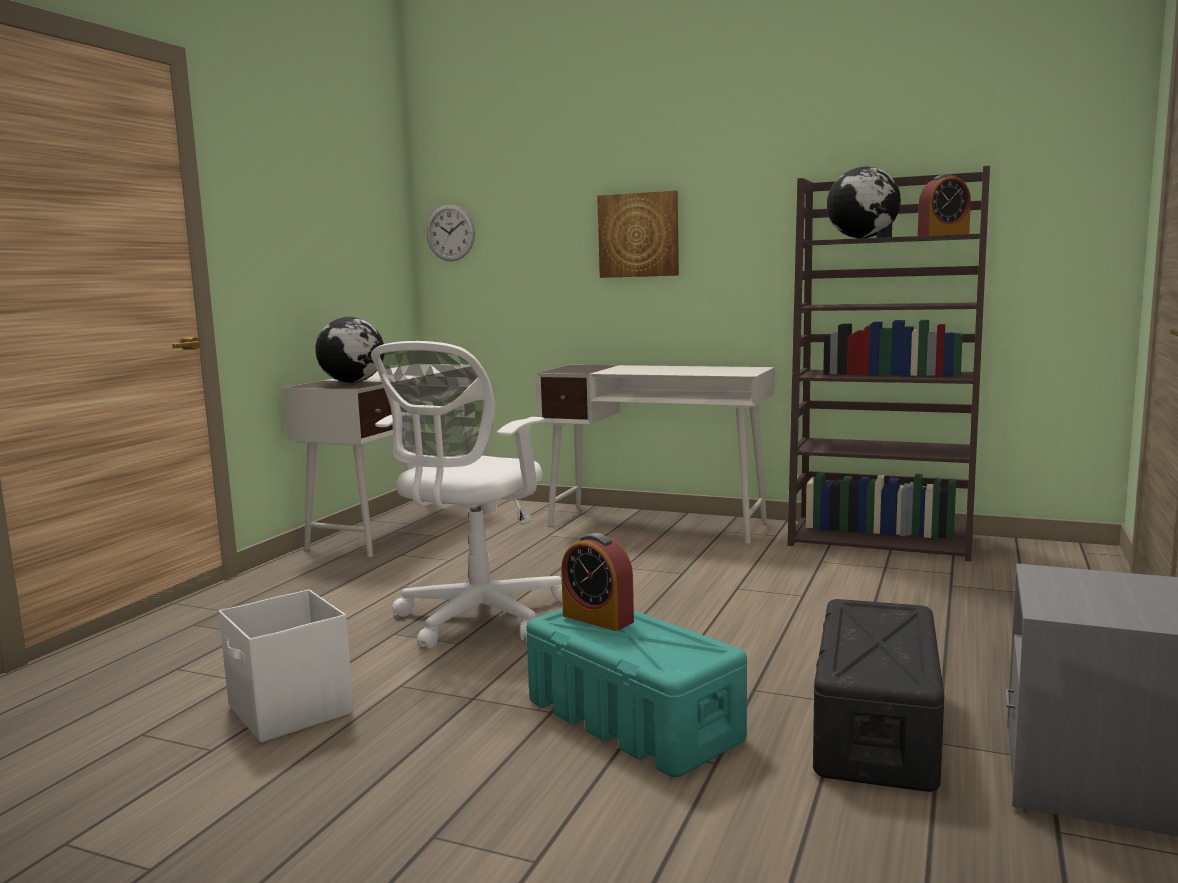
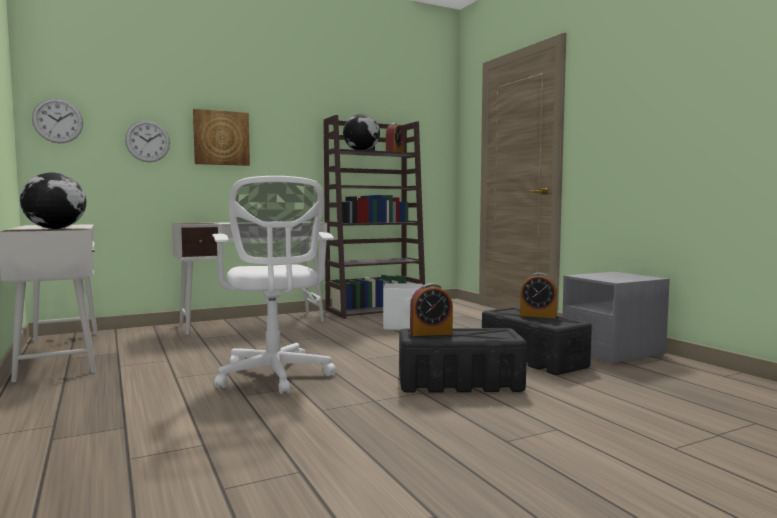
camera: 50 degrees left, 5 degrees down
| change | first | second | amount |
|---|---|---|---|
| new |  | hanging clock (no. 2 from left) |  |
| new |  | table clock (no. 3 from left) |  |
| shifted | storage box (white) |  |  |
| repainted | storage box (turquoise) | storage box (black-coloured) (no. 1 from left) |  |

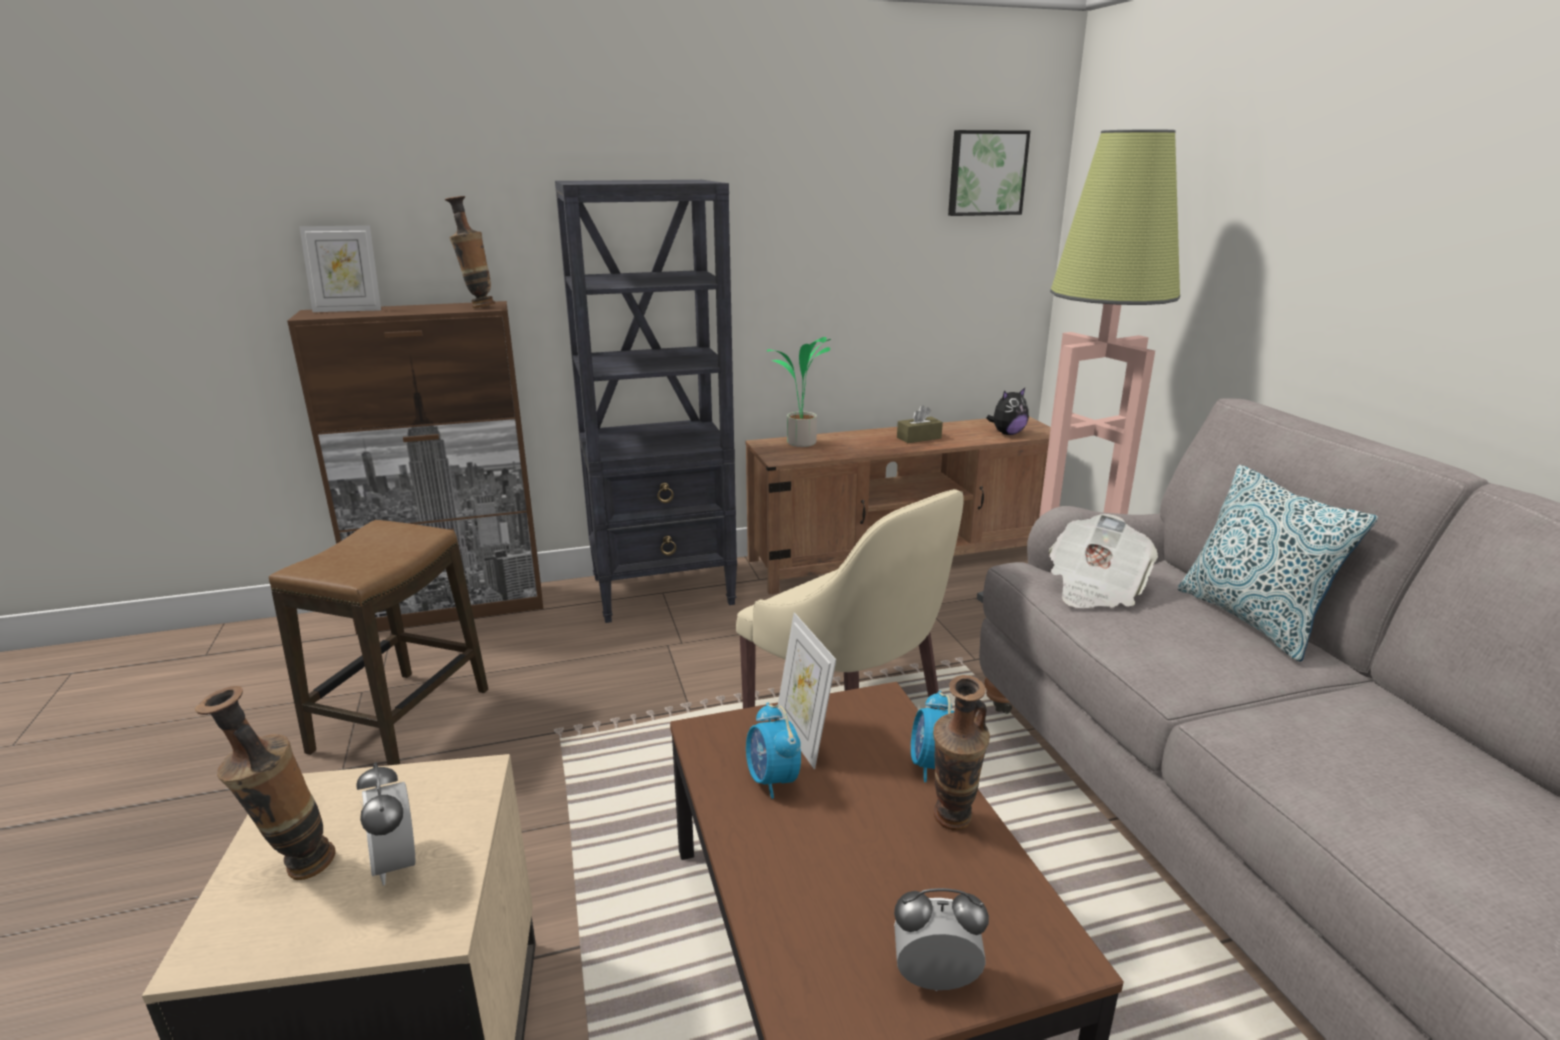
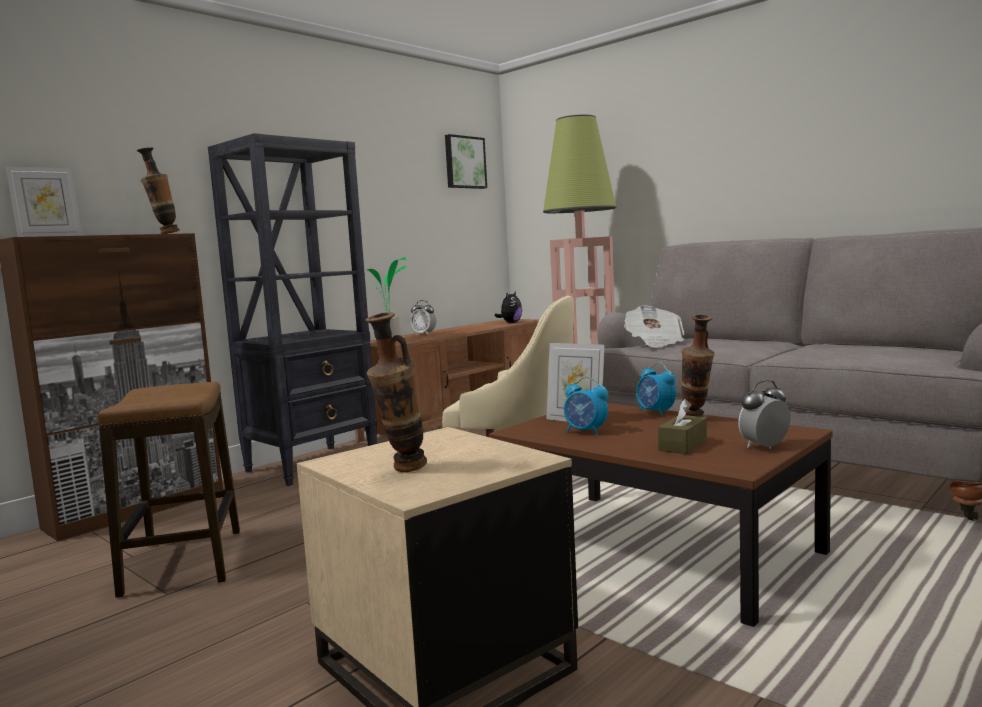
camera: 30 degrees left, 15 degrees down
| change | first | second | amount |
|---|---|---|---|
| gone | throw pillow |  |  |
| shifted | table clock (no. 1 from left) |  |  |
| shifted | box of tissues (brownish) |  |  |

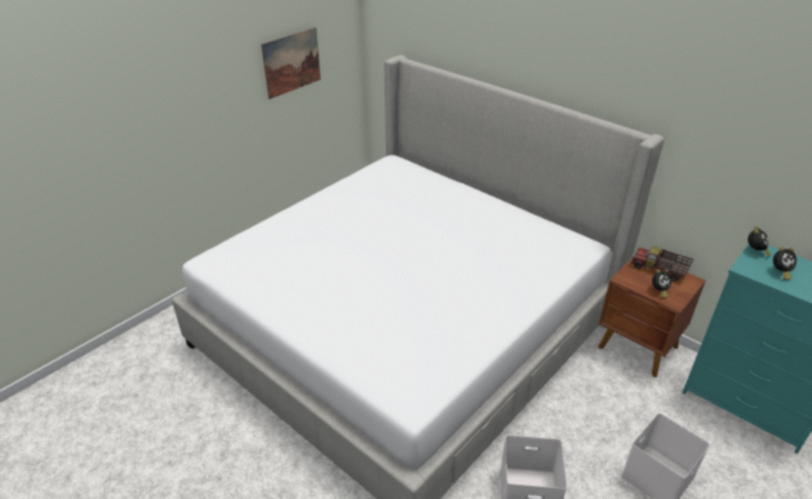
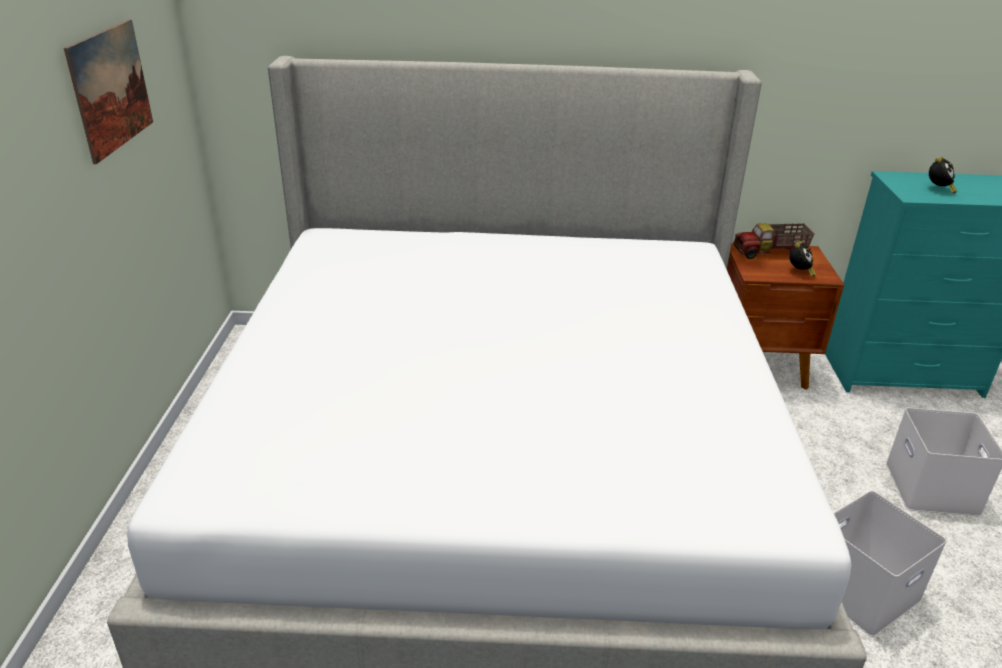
camera: 40 degrees left, 5 degrees down
| change | first | second | amount |
|---|---|---|---|
| gone | table clock (no. 2 from left) |  |  |

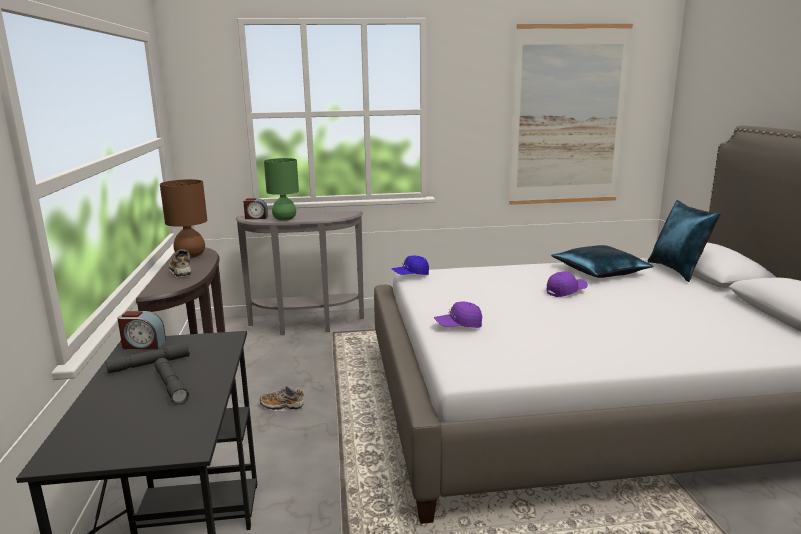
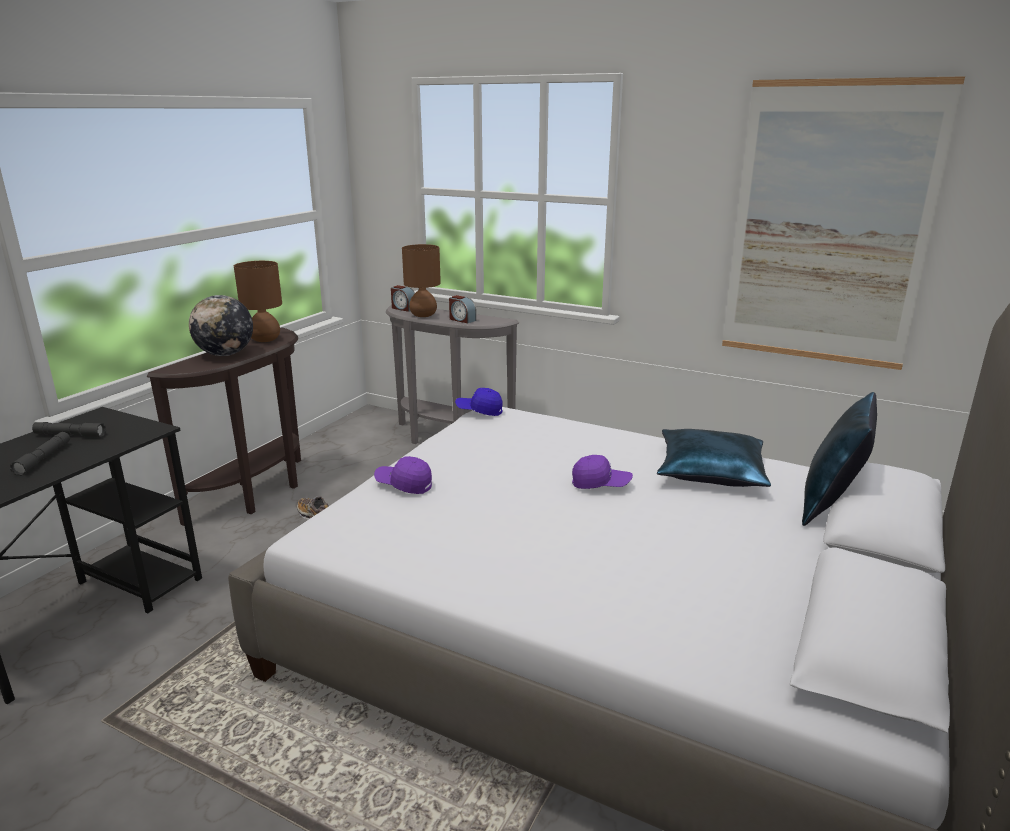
camera: 35 degrees right, 5 degrees up
| change | first | second | amount |
|---|---|---|---|
| shifted | table clock (no. 1 from left in the first image) | table clock (no. 2 from left) |  |
| swapped | shoe (no. 1 from left) | world globe |  |
| repainted | table lamp (green-coloured) | table lamp (brownish) (no. 2 from left) |  |

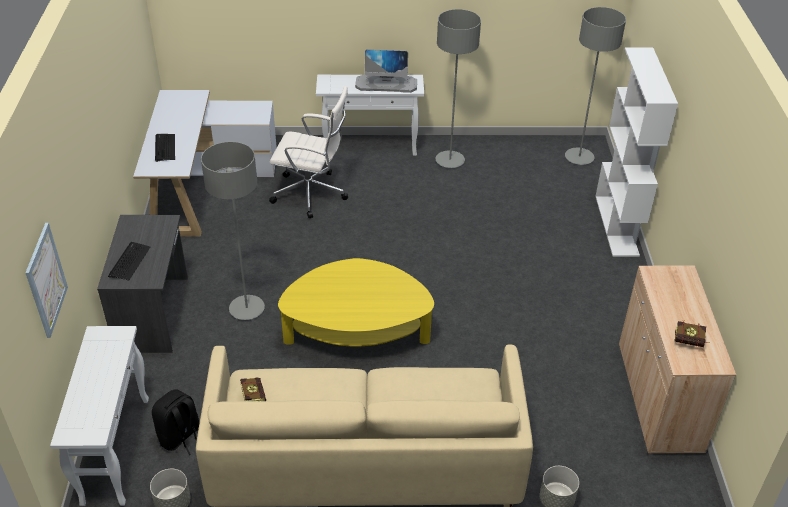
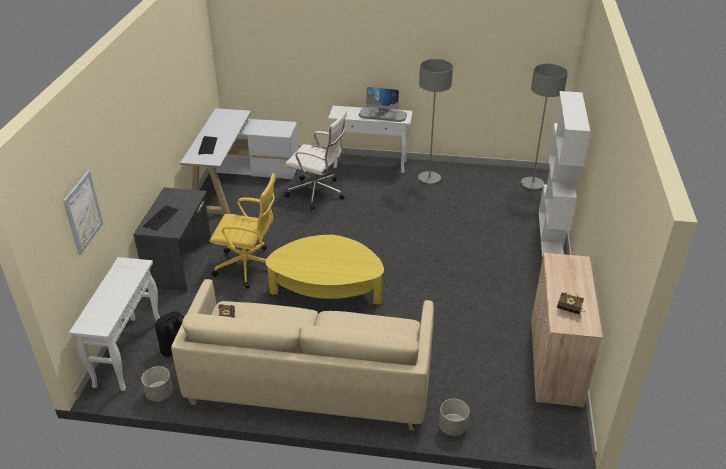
camera: 10 degrees right, 5 degrees down
| change | first | second | amount |
|---|---|---|---|
| swapped | floor lamp (grey) (no. 1 from left) | desk chair (yellowish) |  |

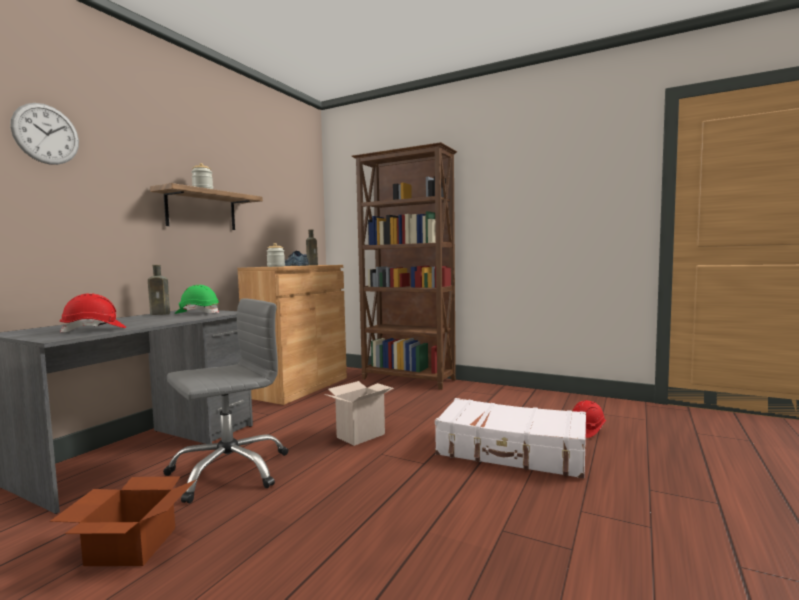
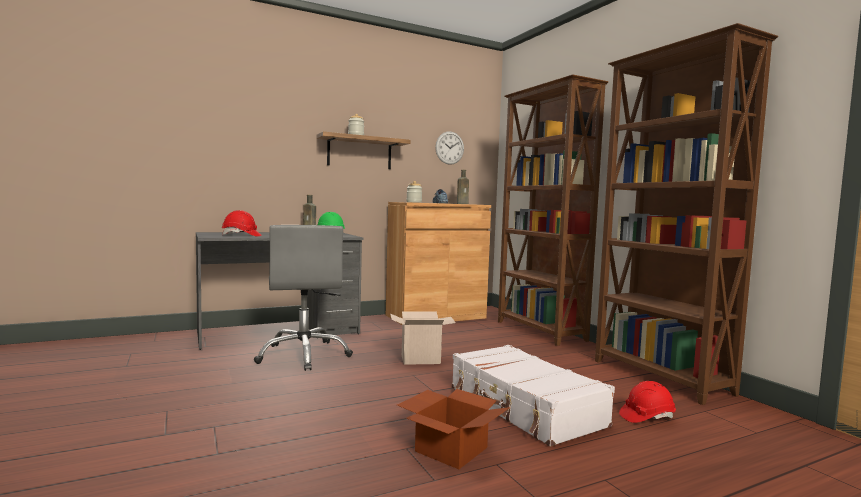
camera: 35 degrees right, 0 degrees up
| change | first | second | amount |
|---|---|---|---|
| new |  | bookshelf (brownish) (no. 2 from left) |  |
| shifted | hanging clock |  |  |
| shifted | carton (no. 1 from left in the first image) | carton (no. 2 from left) |  |
| rotated | desk chair (grey) |  | 75 degrees clockwise |

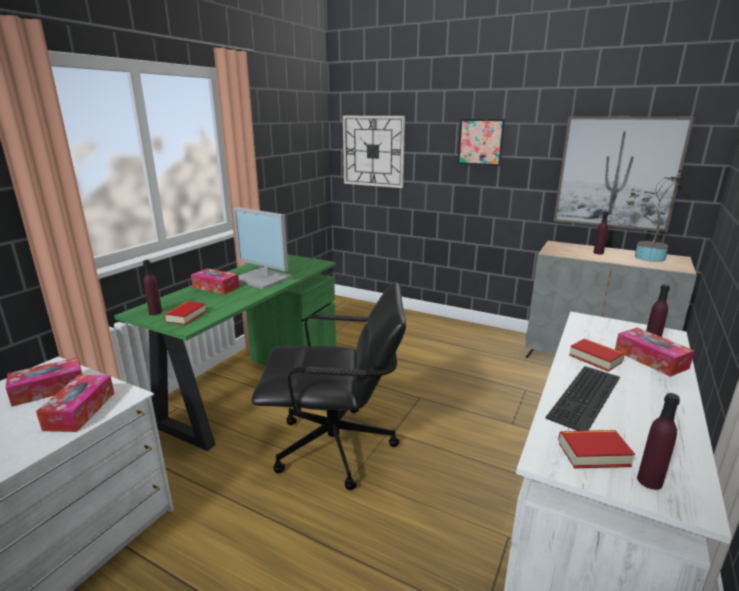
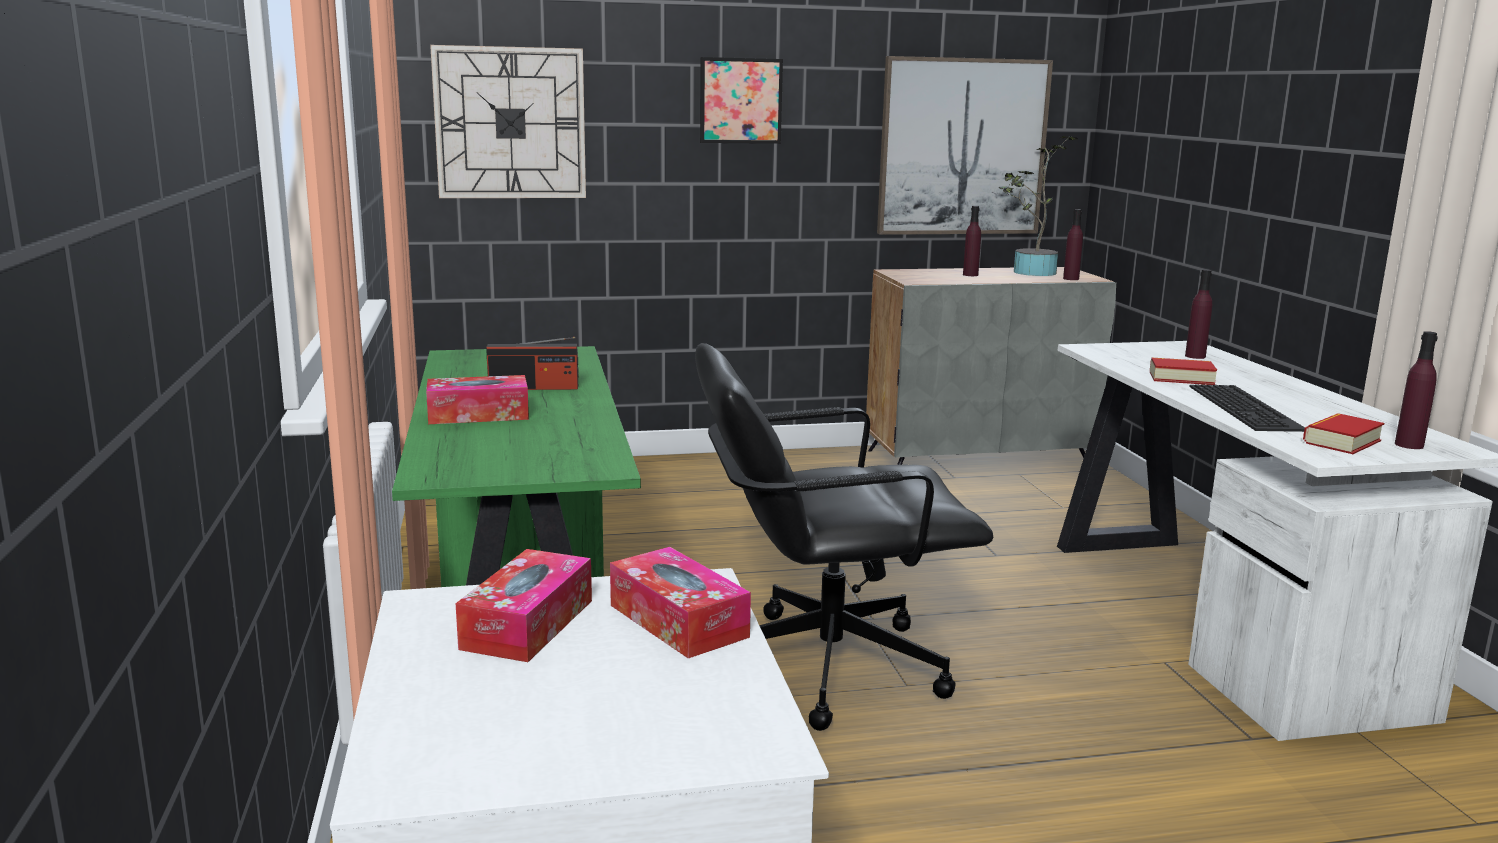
camera: 40 degrees left, 5 degrees down
| change | first | second | amount |
|---|---|---|---|
| gone | volume (no. 1 from left) |  |  |
| gone | box of tissues (no. 4 from left) |  |  |
| shifted | drink bottle (purplish) (no. 1 from left in the first image) | drink bottle (purplish) (no. 2 from left) |  |
| swapped | monitor | radio set |  |
| rotated | desk chair (black-coloured) |  | 150 degrees counterclockwise |

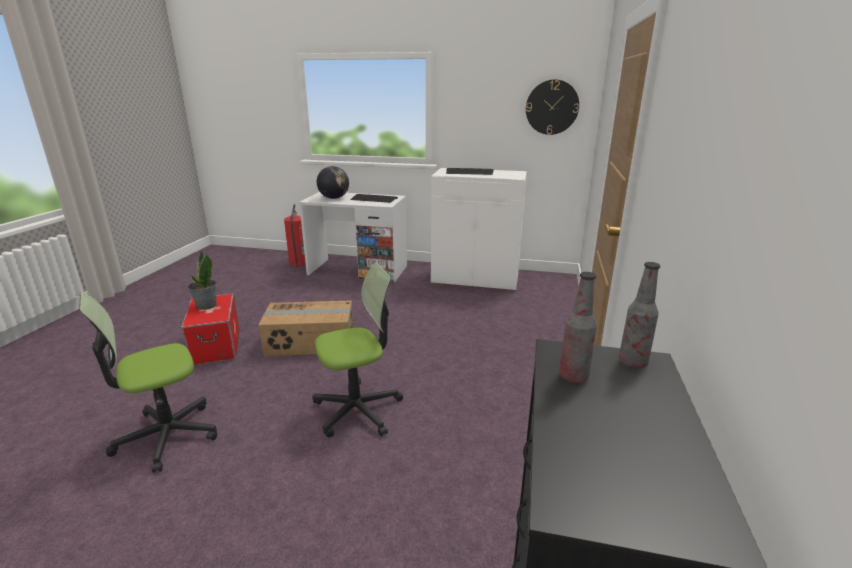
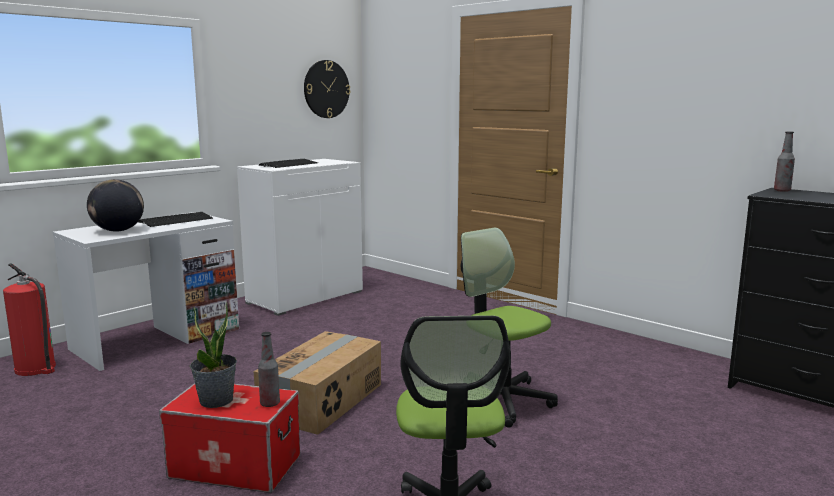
camera: 60 degrees left, 10 degrees down
| change | first | second | amount |
|---|---|---|---|
| shifted | drink bottle (no. 1 from left) |  |  |
| rotated | desk chair (no. 2 from left) |  | 45 degrees counterclockwise |

